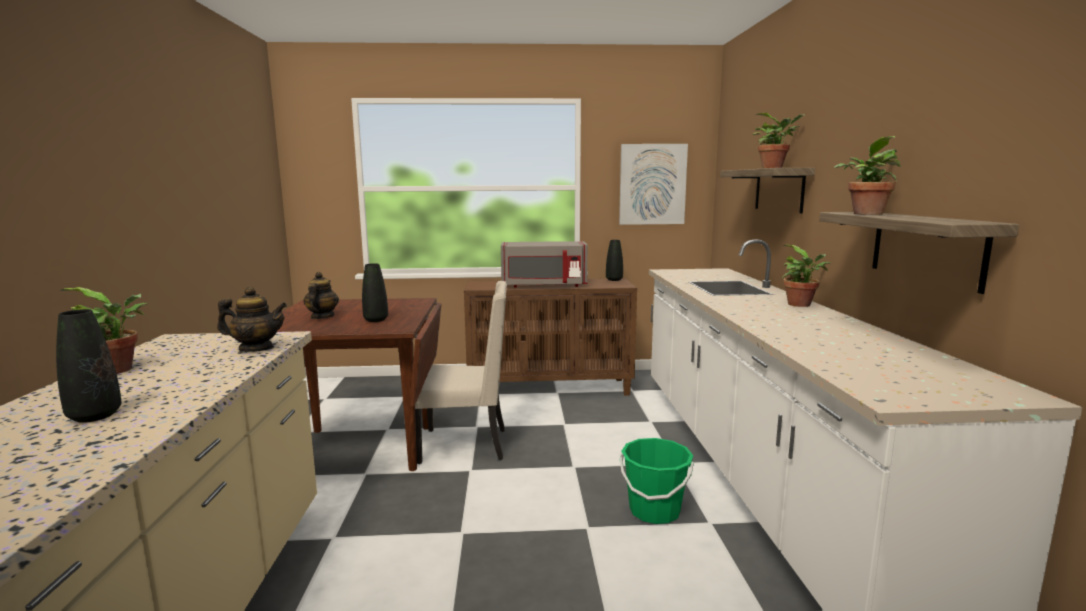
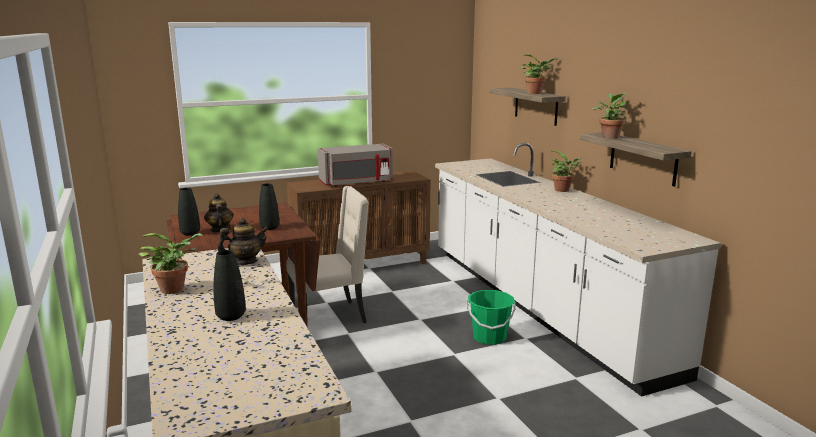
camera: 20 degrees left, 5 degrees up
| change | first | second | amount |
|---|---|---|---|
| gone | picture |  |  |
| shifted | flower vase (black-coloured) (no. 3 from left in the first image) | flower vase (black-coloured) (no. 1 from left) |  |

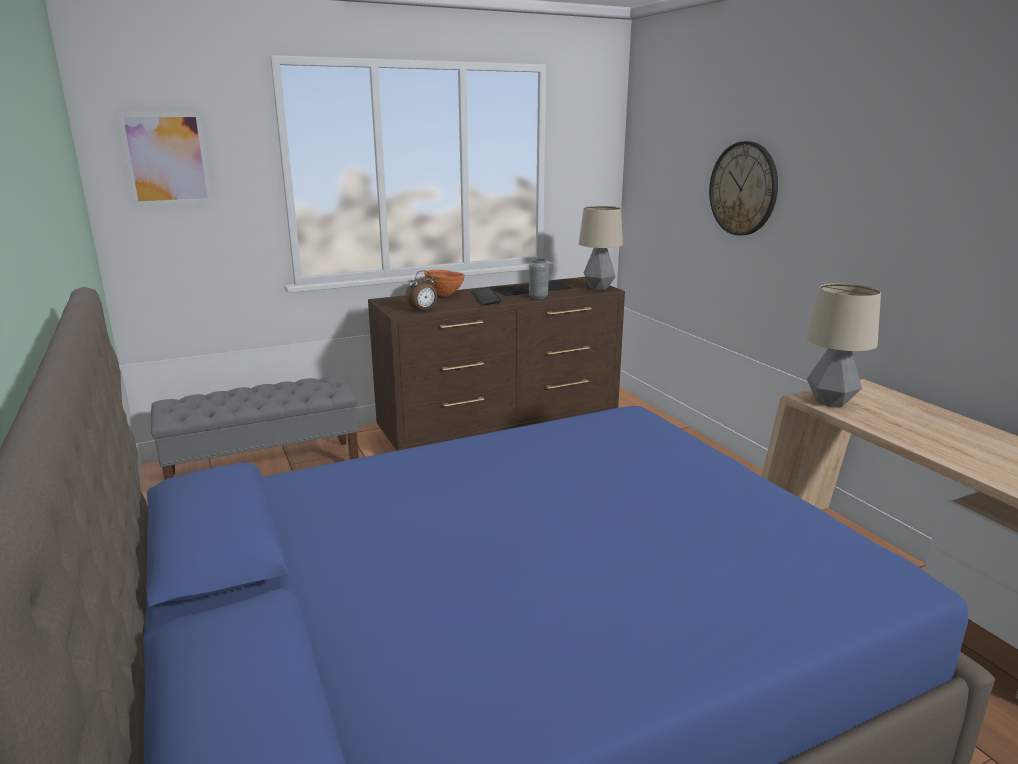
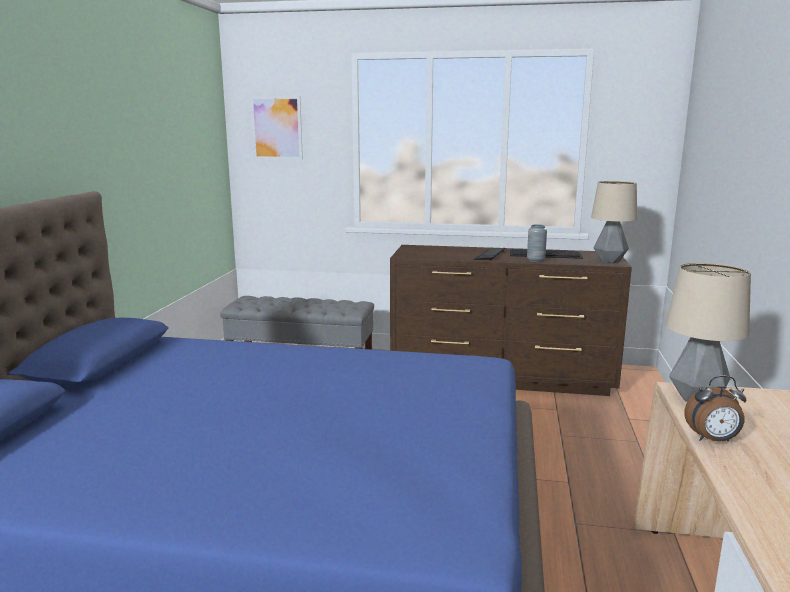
camera: 35 degrees right, 5 degrees down
| change | first | second | amount |
|---|---|---|---|
| gone | bowl (orange-coloured) |  |  |
| gone | hanging clock |  |  |
| shifted | table clock |  |  |

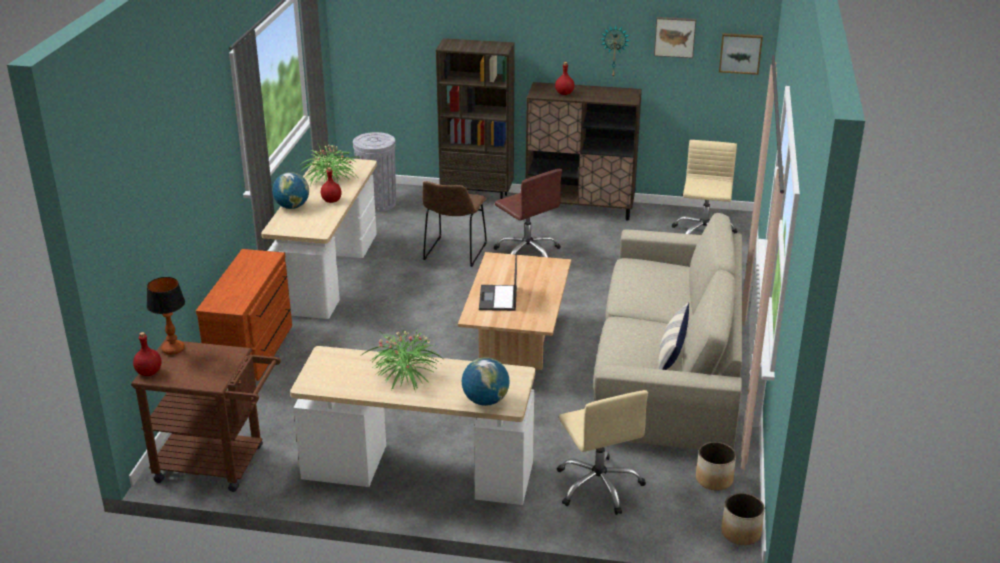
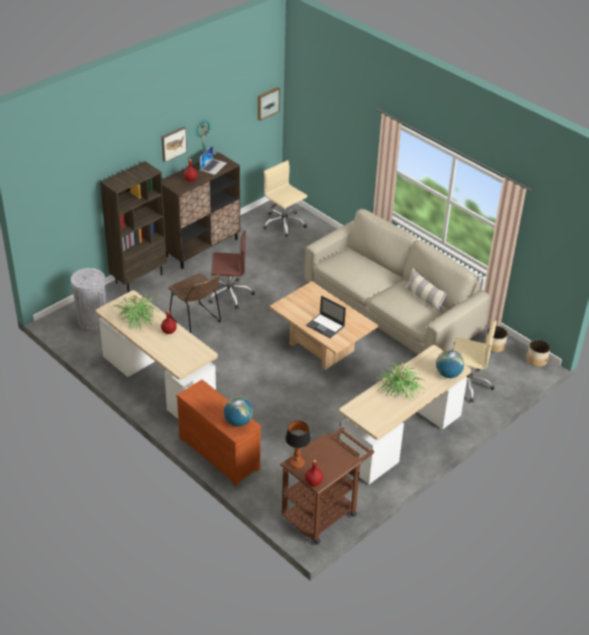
camera: 55 degrees left, 10 degrees up
| change | first | second | amount |
|---|---|---|---|
| new |  | portable computer (no. 1 from left) |  |
| shifted | world globe (no. 1 from left) |  |  |
| shifted | picture (no. 1 from left) |  |  |

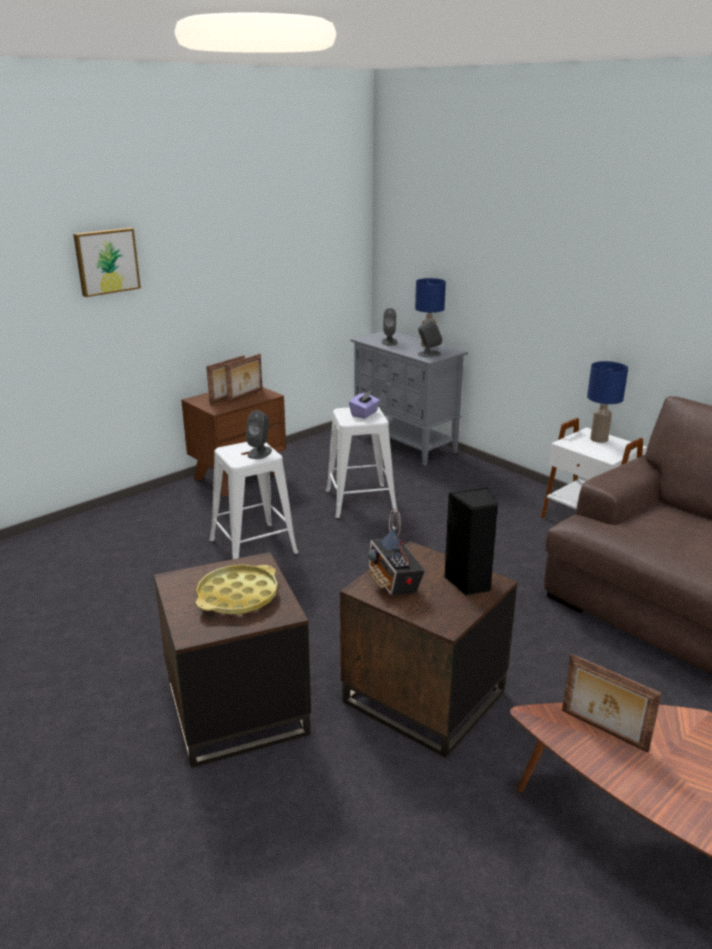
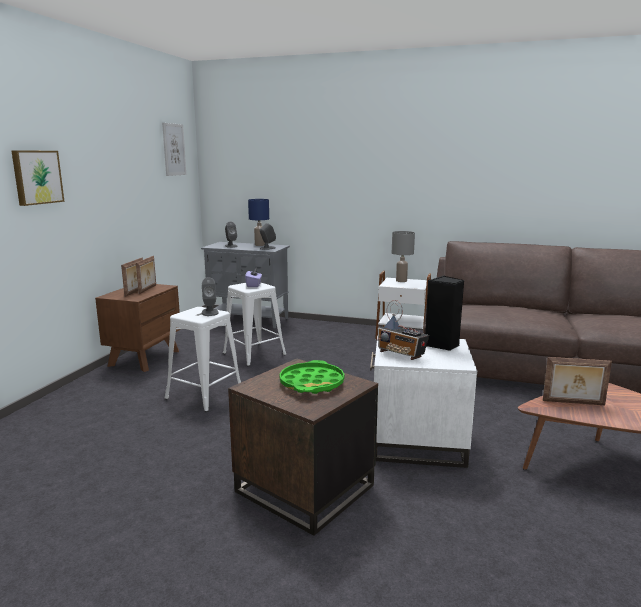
camera: 30 degrees left, 10 degrees down
| change | first | second | amount |
|---|---|---|---|
| new |  | picture (no. 2 from left) |  |
| repainted | serving tray (yellowish) | serving tray (green-coloured) |  |
| repainted | accent table (brownish) (no. 2 from left) | accent table (white) (no. 2 from left) |  |
| repainted | table lamp (blue-coloured) (no. 2 from left) | table lamp (grey) |  |

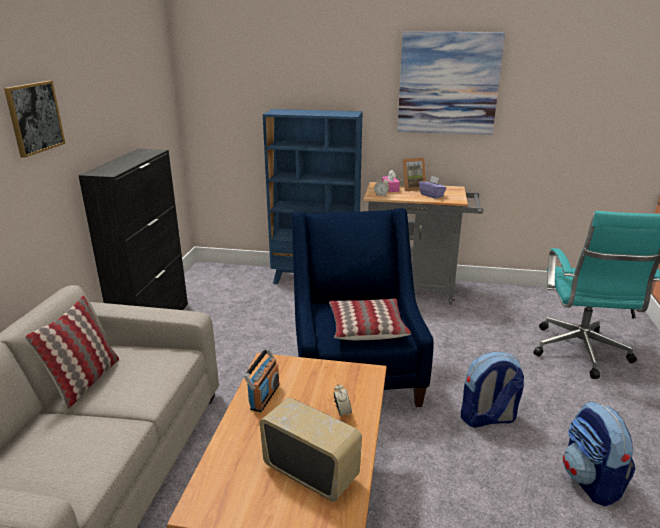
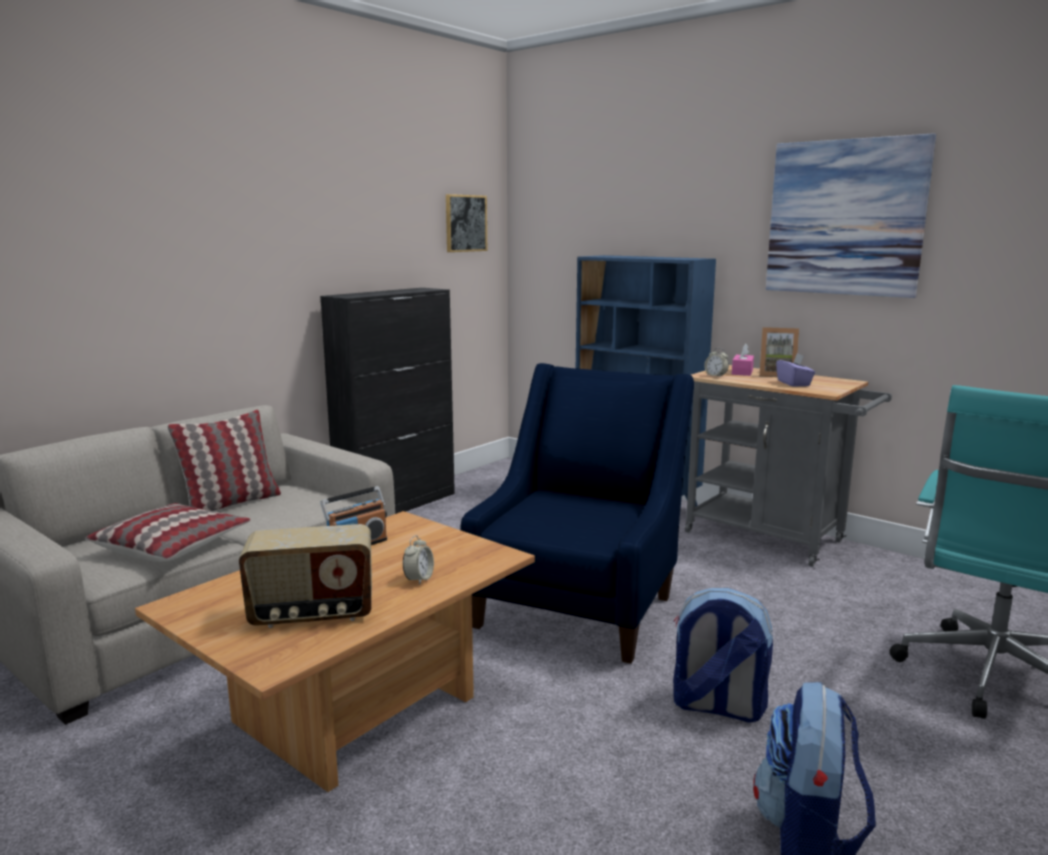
camera: 30 degrees right, 10 degrees down
| change | first | second | amount |
|---|---|---|---|
| shifted | picture (no. 1 from left) |  |  |
| shifted | throw pillow (no. 2 from left in the first image) | throw pillow (no. 1 from left) |  |
| rotated | radio set (no. 2 from left in the first image) | radio set (no. 1 from left) | 105 degrees clockwise |

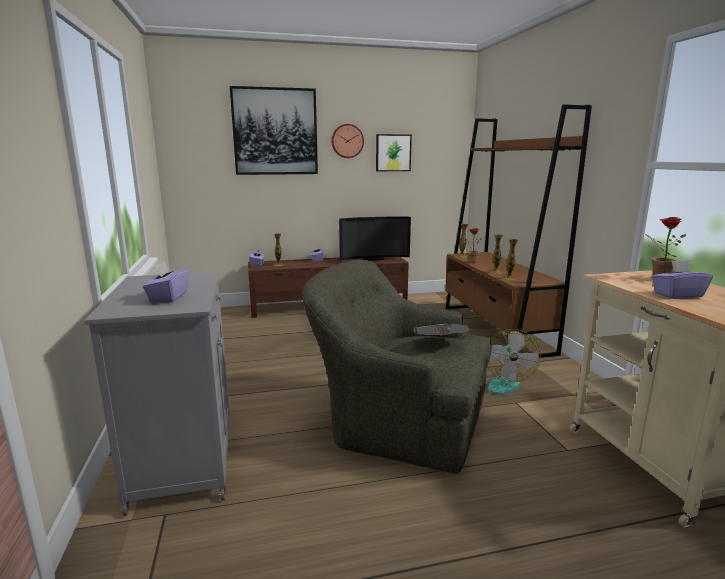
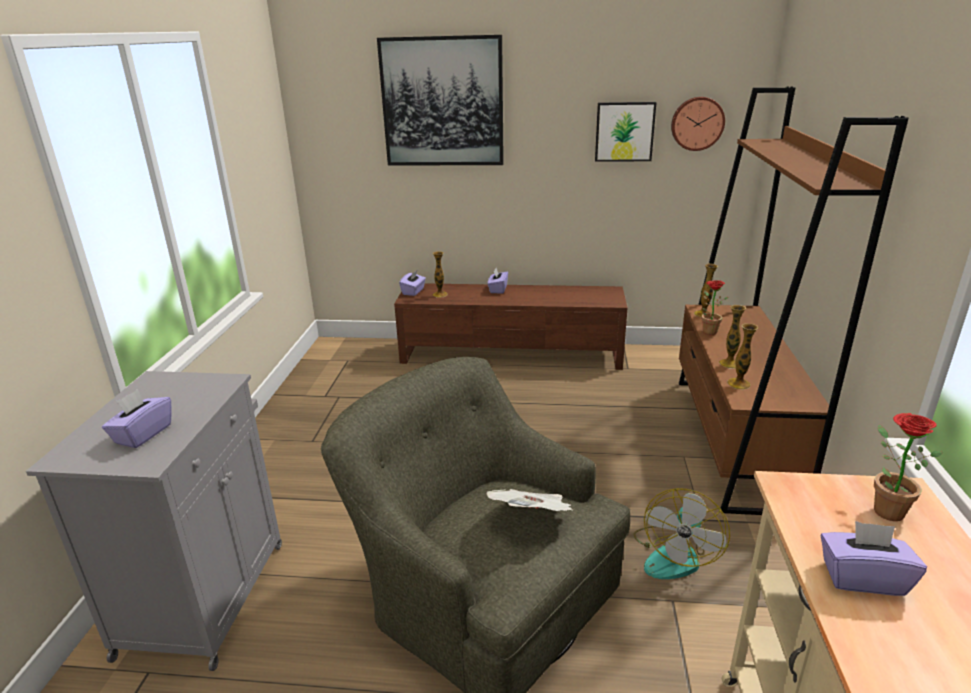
camera: 20 degrees right, 10 degrees up
| change | first | second | amount |
|---|---|---|---|
| gone | television |  |  |
| shifted | hanging clock |  |  |

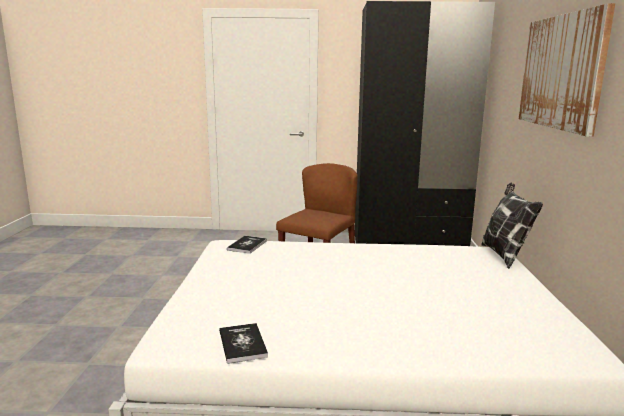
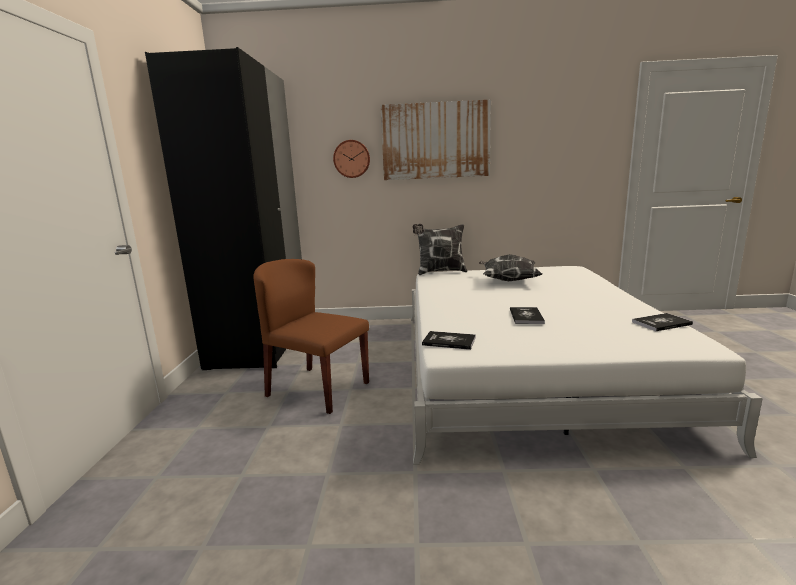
camera: 90 degrees left, 0 degrees up
| change | first | second | amount |
|---|---|---|---|
| new |  | hanging clock |  |
| new |  | throw pillow (no. 2 from left) |  |
| new |  | volume (no. 2 from left) |  |

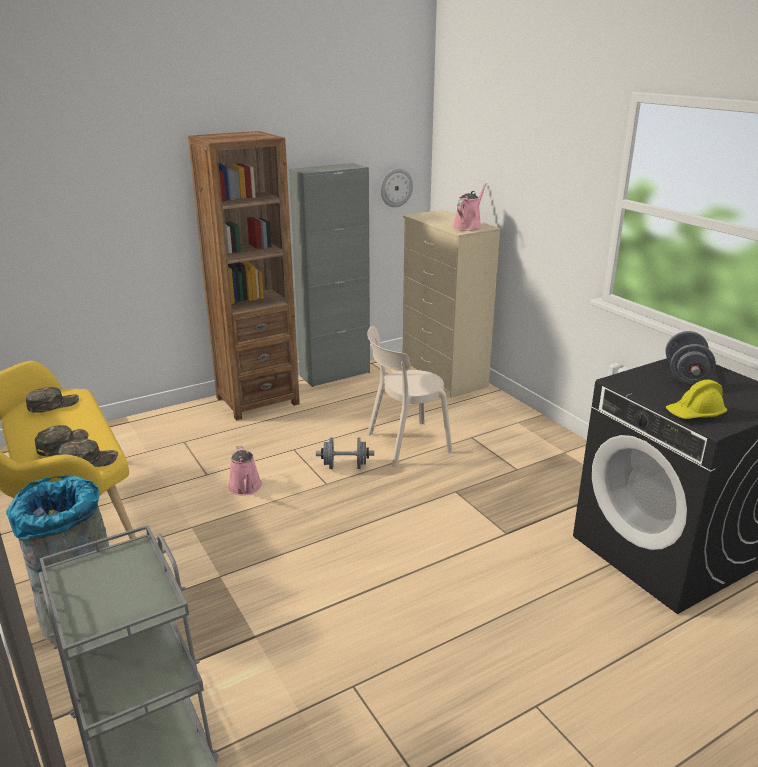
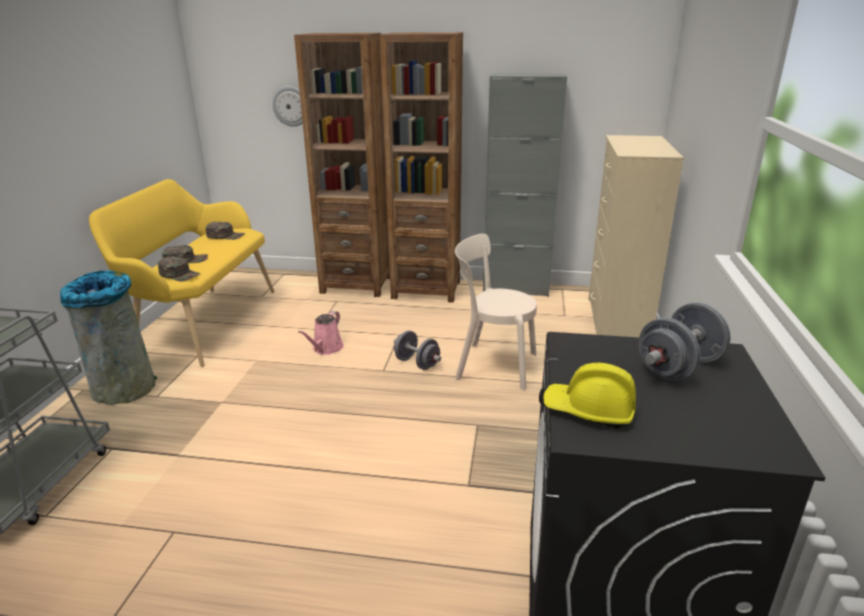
camera: 40 degrees right, 0 degrees up
| change | first | second | amount |
|---|---|---|---|
| gone | watering can (pink-coloured) (no. 2 from left) |  |  |
| new |  | bookshelf (brownish) (no. 1 from left) |  |
| shifted | hanging clock |  |  |

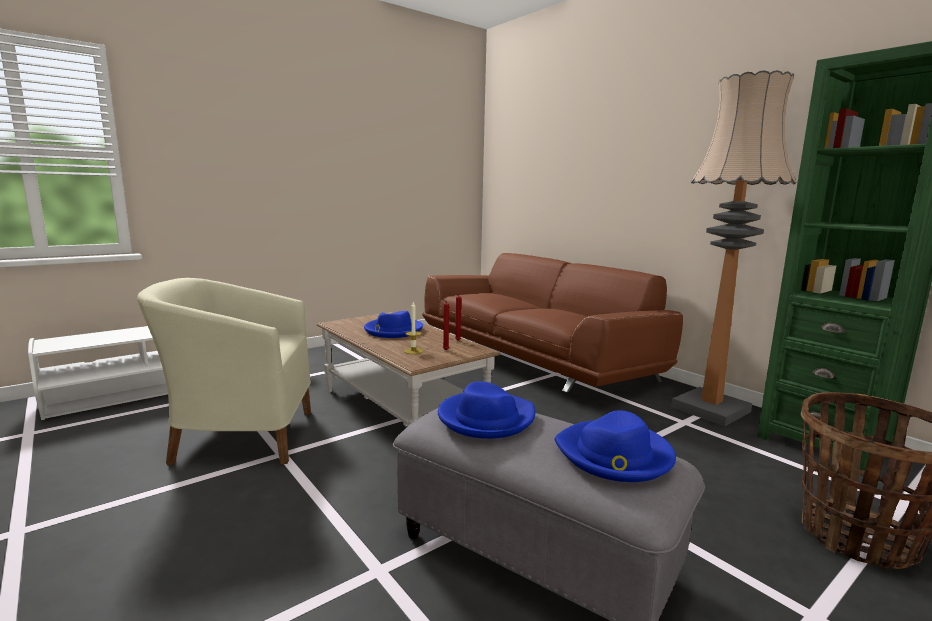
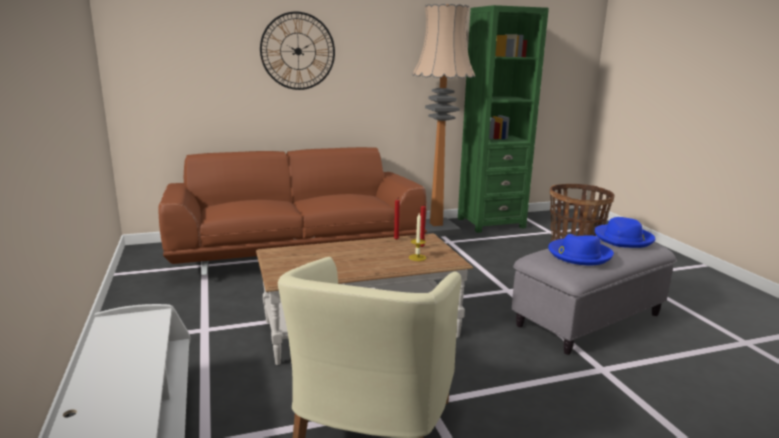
camera: 70 degrees left, 5 degrees up
| change | first | second | amount |
|---|---|---|---|
| gone | clothing hat (blue-coloured) (no. 1 from left) |  |  |
| new |  | hanging clock |  |

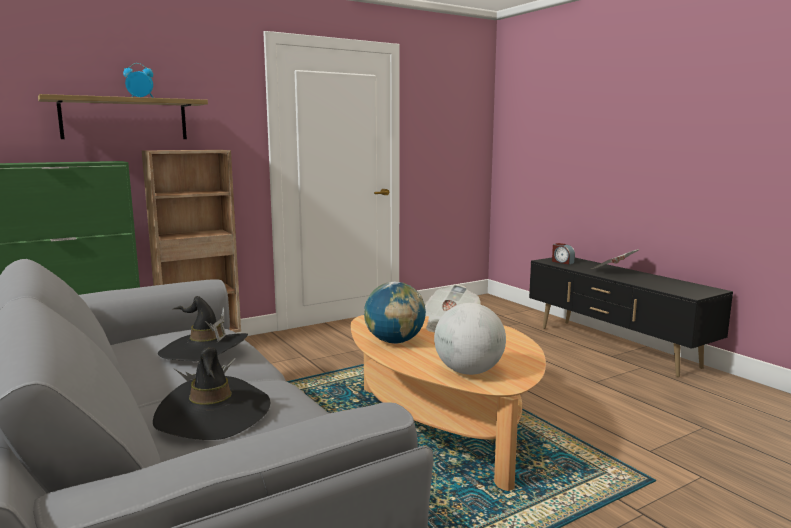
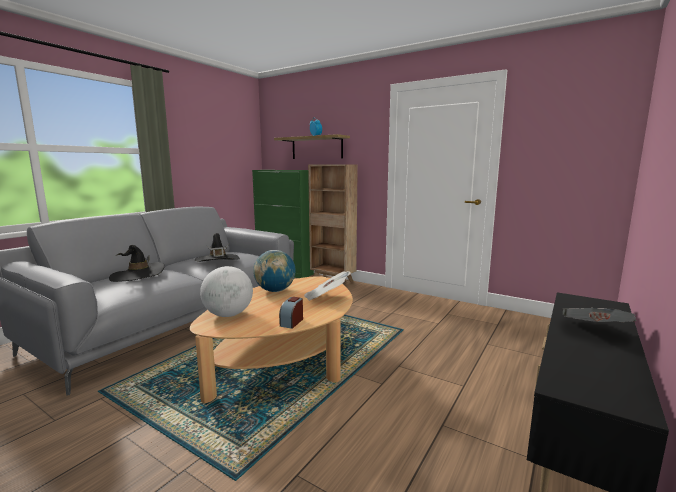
camera: 65 degrees right, 0 degrees up
| change | first | second | amount |
|---|---|---|---|
| shifted | table clock (no. 2 from left in the first image) | table clock (no. 1 from left) |  |

